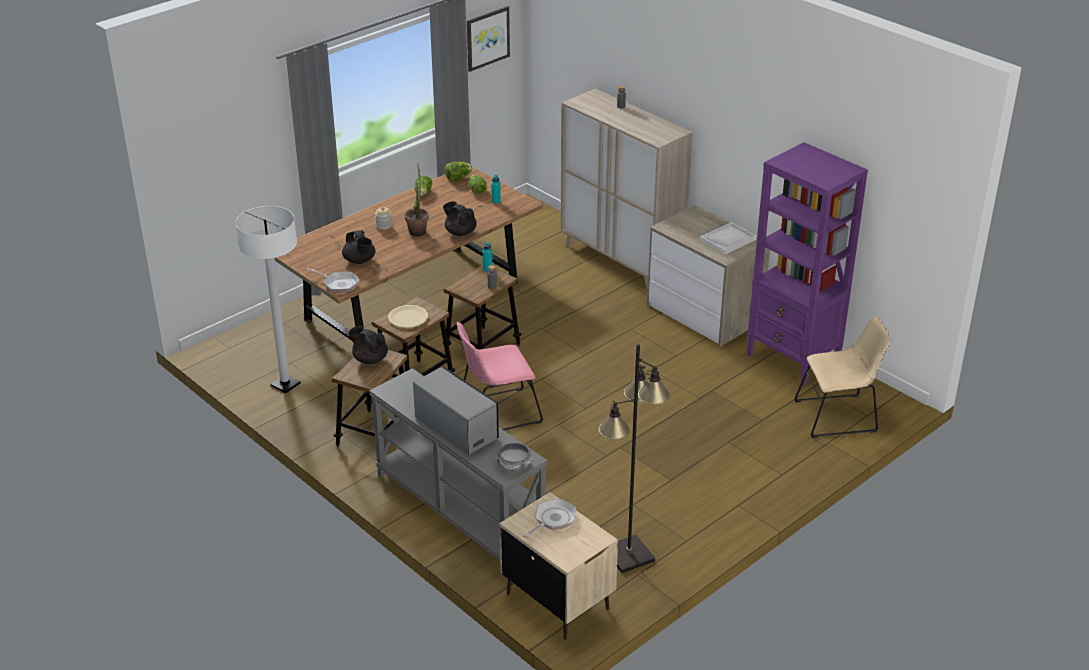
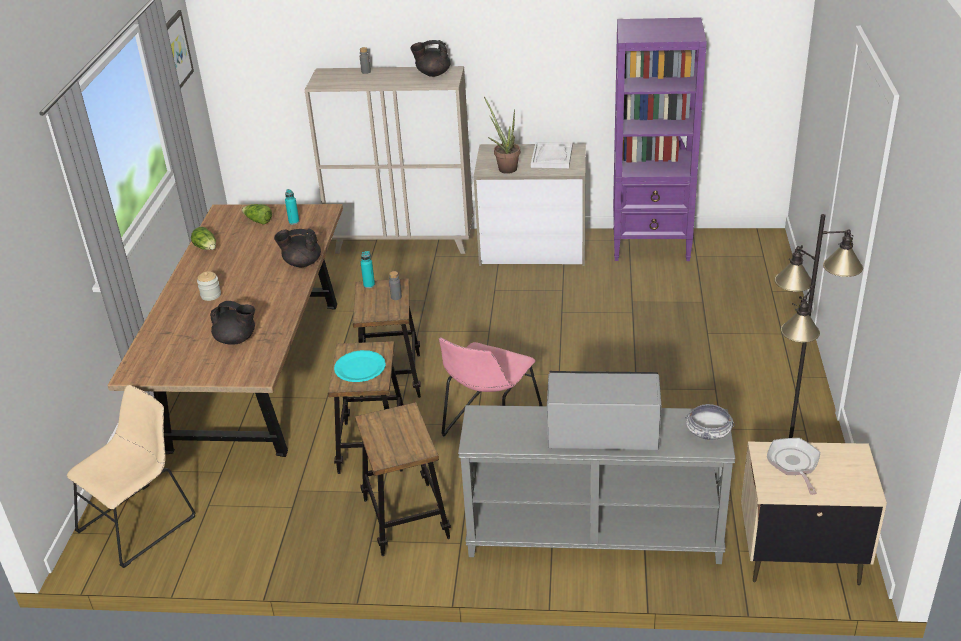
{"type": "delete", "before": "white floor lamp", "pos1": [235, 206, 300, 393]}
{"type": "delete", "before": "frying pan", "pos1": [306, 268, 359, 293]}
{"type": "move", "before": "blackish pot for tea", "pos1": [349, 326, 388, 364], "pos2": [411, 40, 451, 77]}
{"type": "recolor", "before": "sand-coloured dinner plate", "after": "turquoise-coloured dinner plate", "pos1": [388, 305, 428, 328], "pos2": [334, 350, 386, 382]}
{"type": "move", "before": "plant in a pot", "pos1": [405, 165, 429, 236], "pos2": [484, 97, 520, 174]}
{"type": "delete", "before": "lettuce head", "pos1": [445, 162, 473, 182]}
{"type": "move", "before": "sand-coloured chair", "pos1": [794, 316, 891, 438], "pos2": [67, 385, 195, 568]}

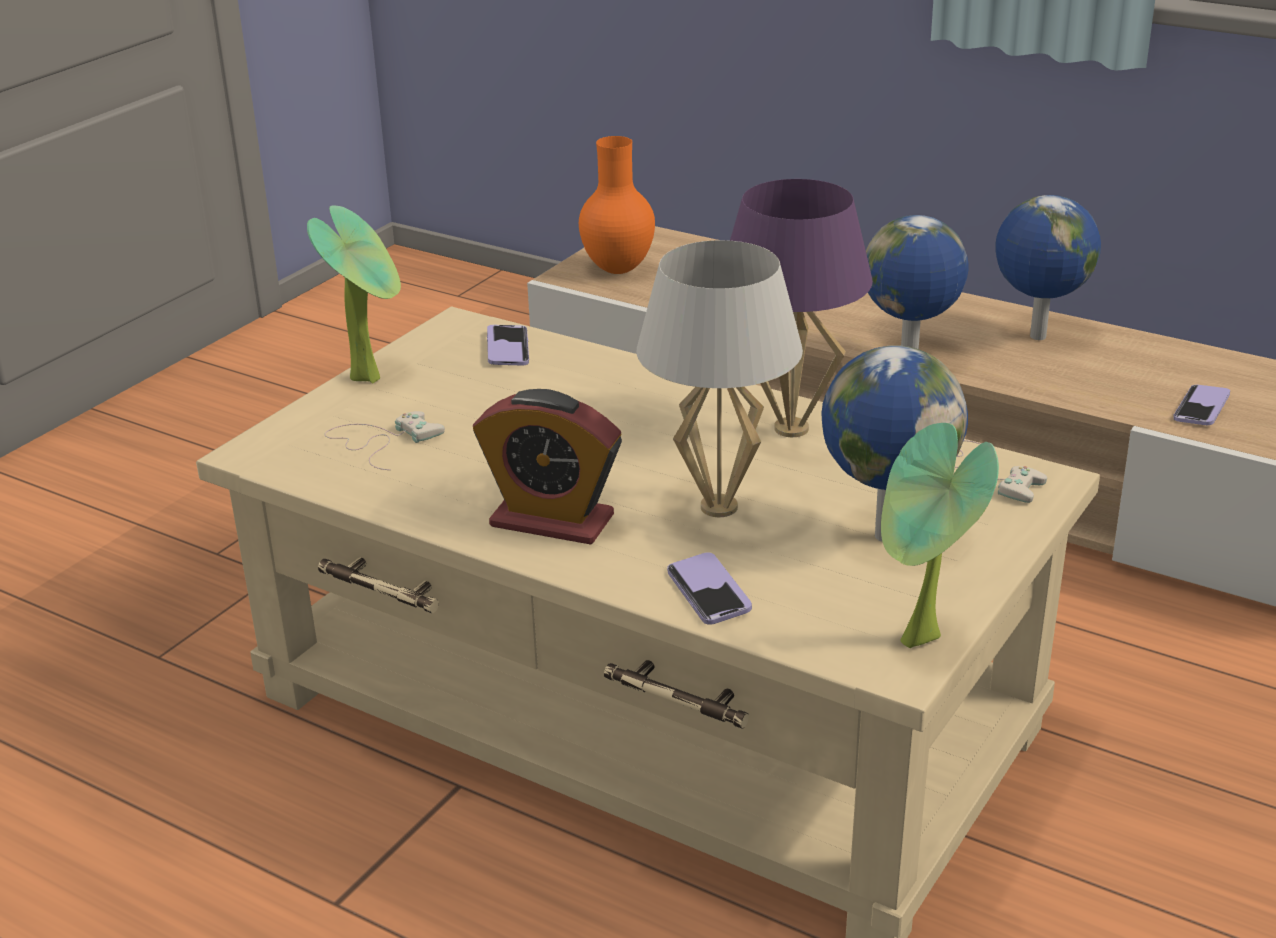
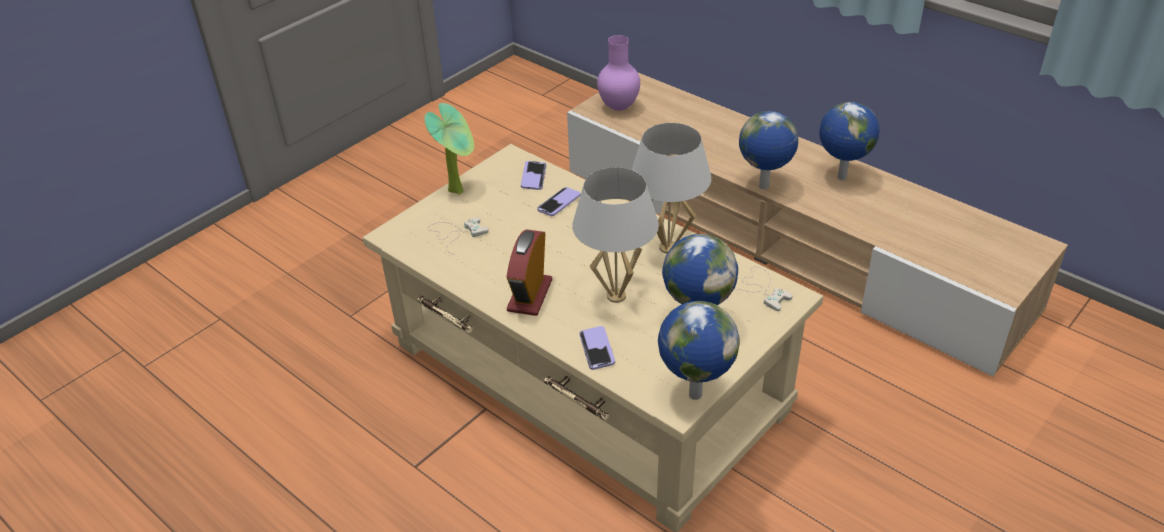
{"type": "rotate", "before": "alarm clock", "pos1": [473, 389, 622, 544], "pos2": [507, 229, 552, 316], "turn": 75}
{"type": "recolor", "before": "orange-coloured vase", "after": "purplish vase", "pos1": [579, 136, 655, 274], "pos2": [597, 35, 640, 111]}
{"type": "recolor", "before": "purplish table lamp", "after": "white table lamp", "pos1": [730, 179, 873, 437], "pos2": [631, 123, 712, 254]}
{"type": "replace", "before": "plant in a pot", "after": "globe", "pos1": [881, 423, 999, 648], "pos2": [658, 301, 740, 400]}
{"type": "move", "before": "phone", "pos1": [1173, 385, 1230, 425], "pos2": [537, 187, 581, 216]}

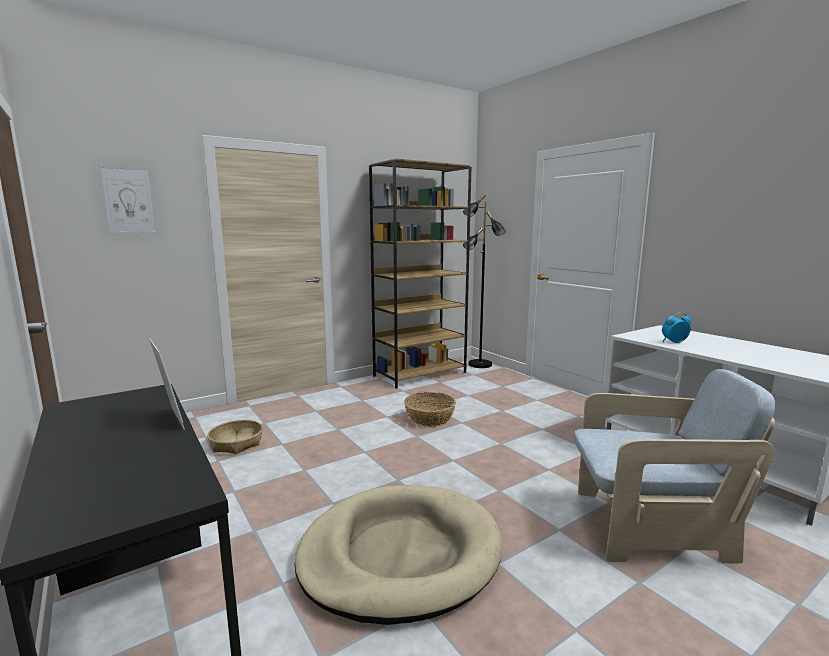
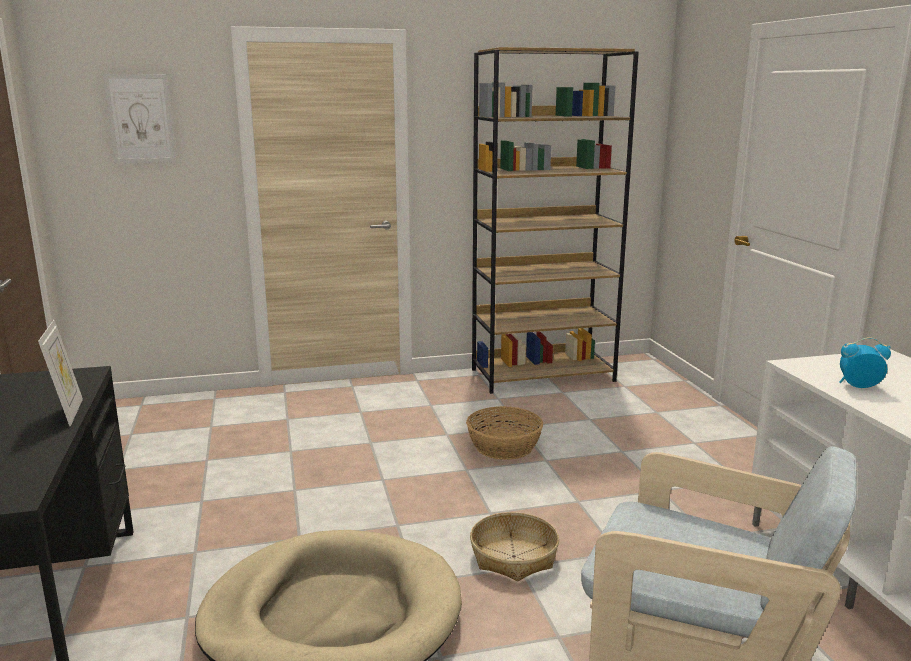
{"type": "move", "before": "basket", "pos1": [207, 420, 263, 454], "pos2": [470, 512, 559, 581]}
{"type": "delete", "before": "blackish floor lamp", "pos1": [463, 194, 506, 368]}

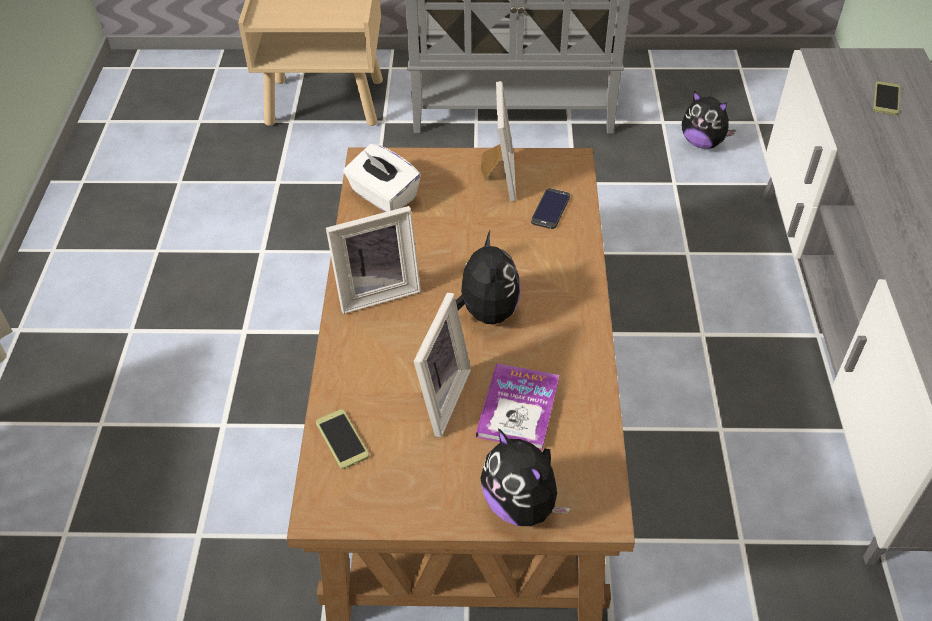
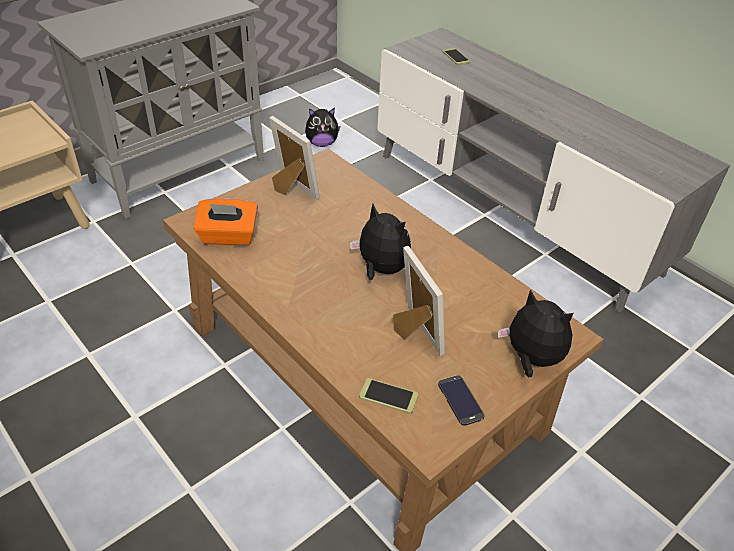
{"type": "delete", "before": "picture frame", "pos1": [326, 206, 421, 314]}
{"type": "recolor", "before": "white tissue box", "after": "orange-coloured tissue box", "pos1": [343, 144, 421, 212], "pos2": [194, 198, 258, 246]}
{"type": "delete", "before": "volume", "pos1": [476, 363, 559, 451]}
{"type": "rotate", "before": "plush toy", "pos1": [481, 428, 570, 526], "pos2": [498, 289, 574, 377], "turn": -150}
{"type": "move", "before": "phone", "pos1": [531, 188, 570, 229], "pos2": [438, 375, 485, 426]}

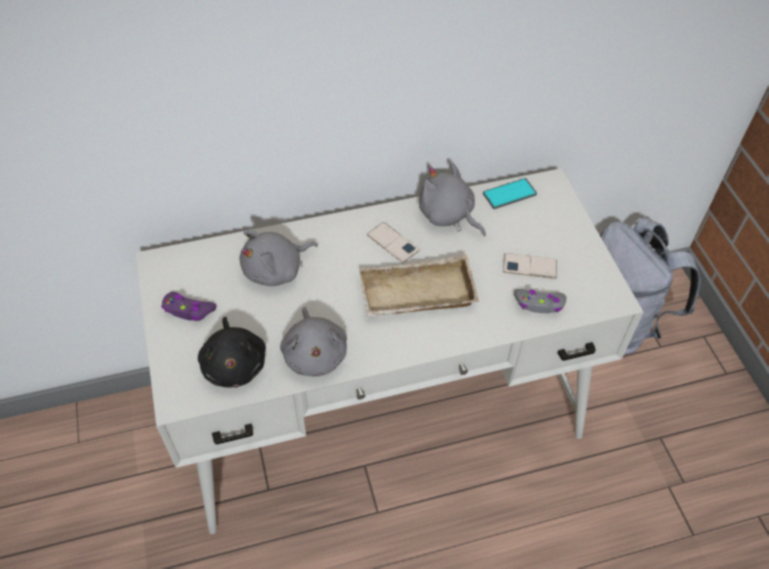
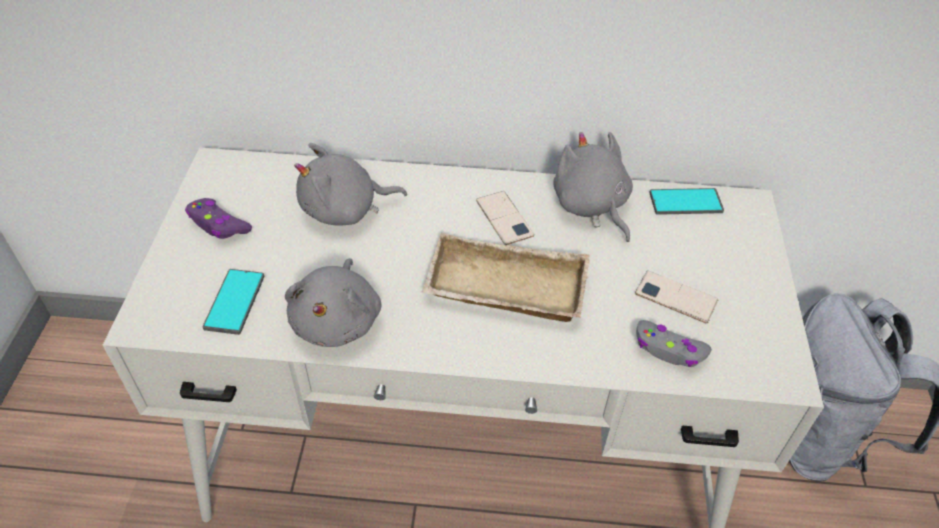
{"type": "replace", "before": "blackish plush toy", "after": "phone", "pos1": [198, 317, 266, 388], "pos2": [202, 269, 265, 335]}

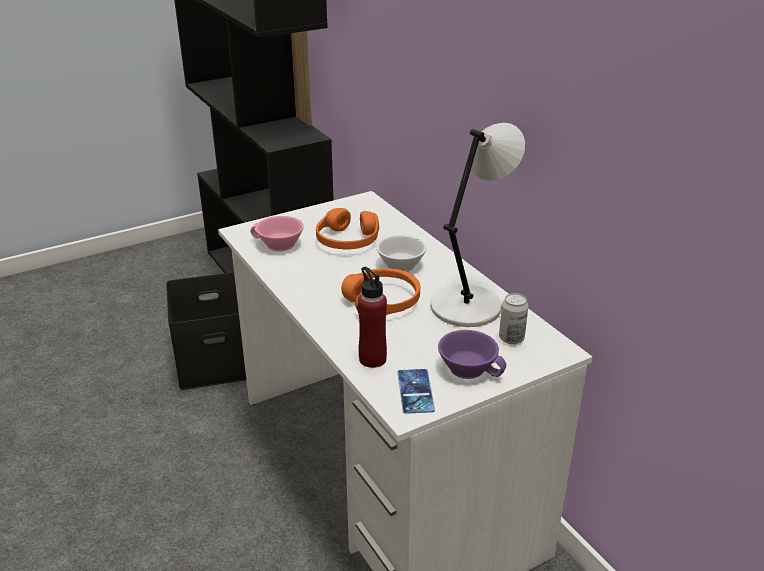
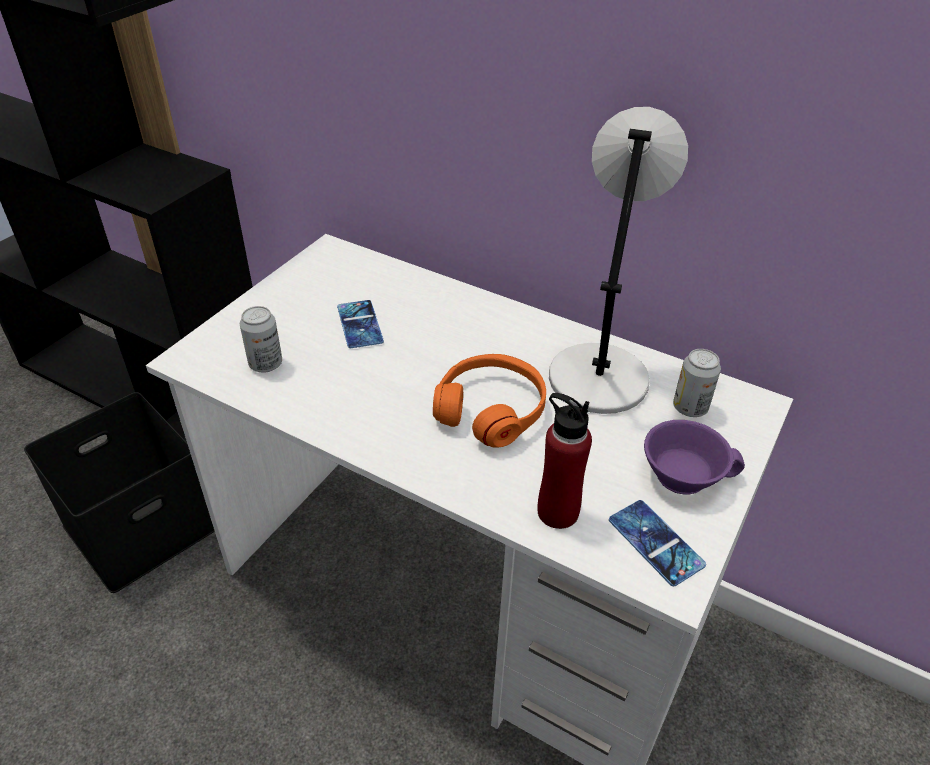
{"type": "replace", "before": "pinkish drinking cup", "after": "sealed can", "pos1": [250, 216, 304, 251], "pos2": [240, 306, 282, 372]}
{"type": "replace", "before": "orange-coloured pair of headphones", "after": "phone", "pos1": [316, 208, 379, 250], "pos2": [337, 300, 384, 348]}
{"type": "delete", "before": "white drinking cup", "pos1": [376, 235, 426, 272]}

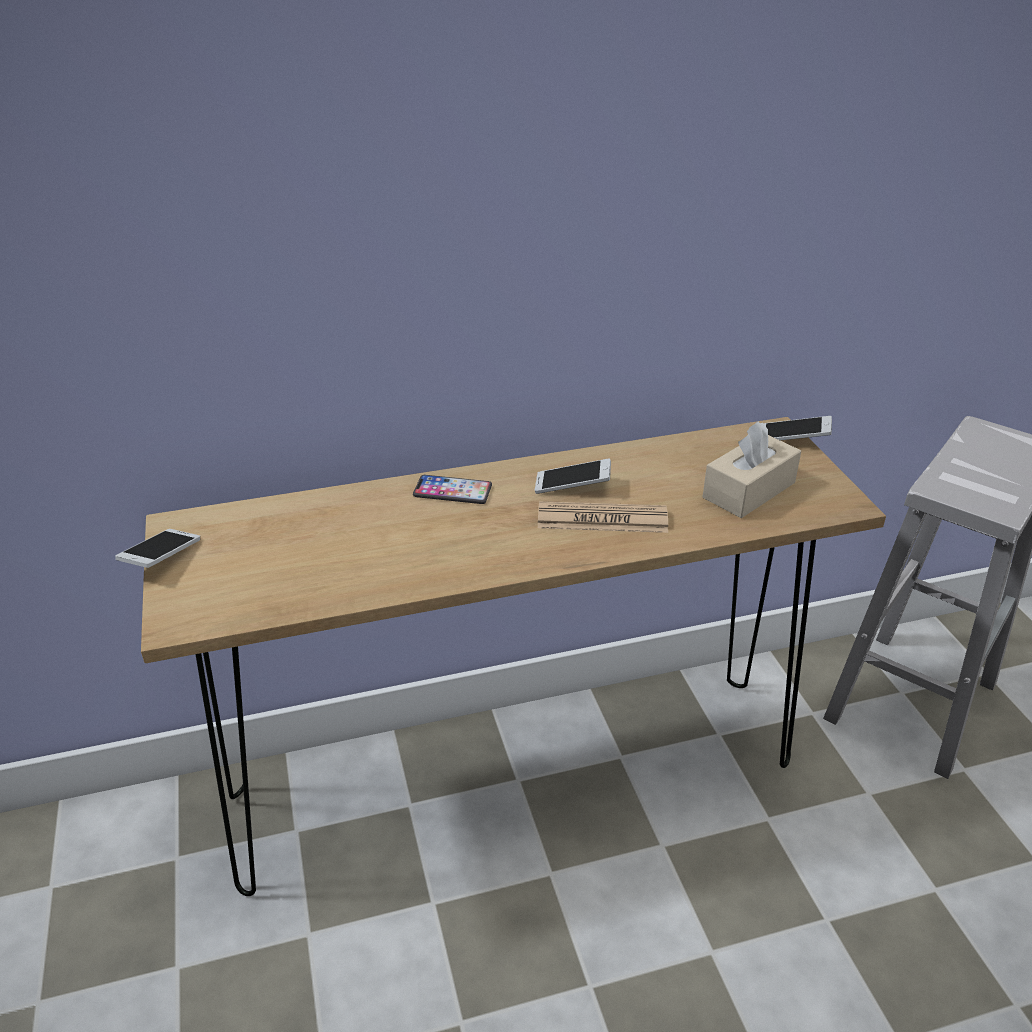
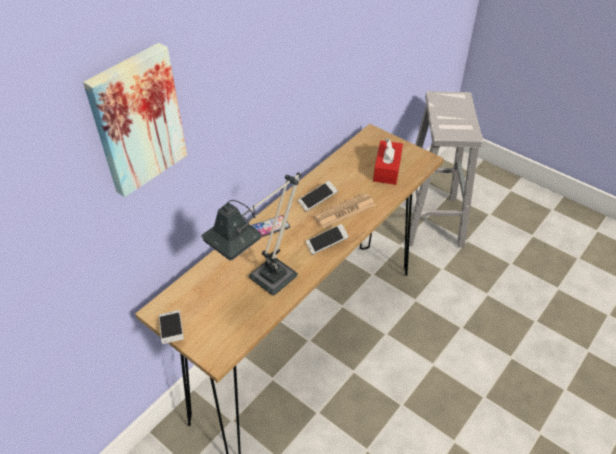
{"type": "recolor", "before": "sand-coloured tissue box", "after": "red tissue box", "pos1": [703, 421, 801, 518], "pos2": [373, 138, 403, 185]}
{"type": "move", "before": "phone", "pos1": [764, 416, 832, 441], "pos2": [306, 224, 349, 255]}
{"type": "insert", "after": "wall art", "pos2": [83, 43, 187, 197]}
{"type": "insert", "after": "table lamp", "pos2": [201, 172, 302, 295]}

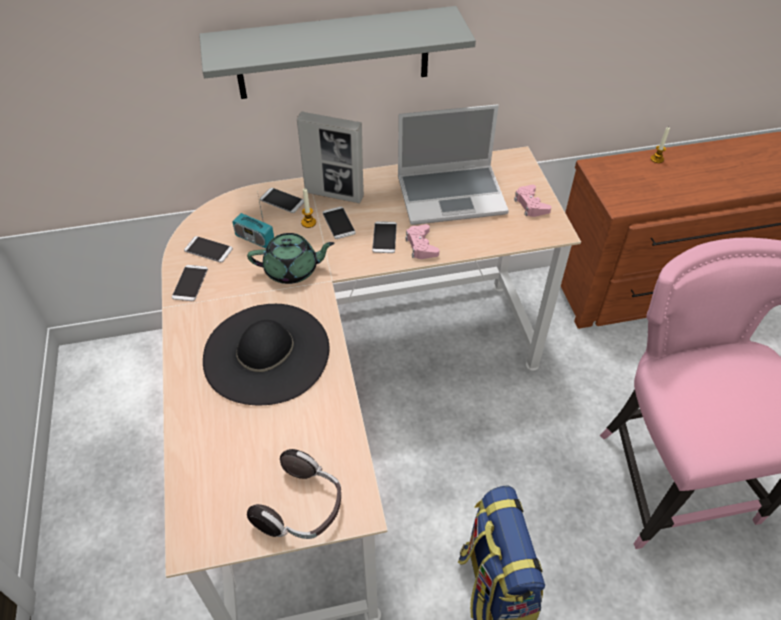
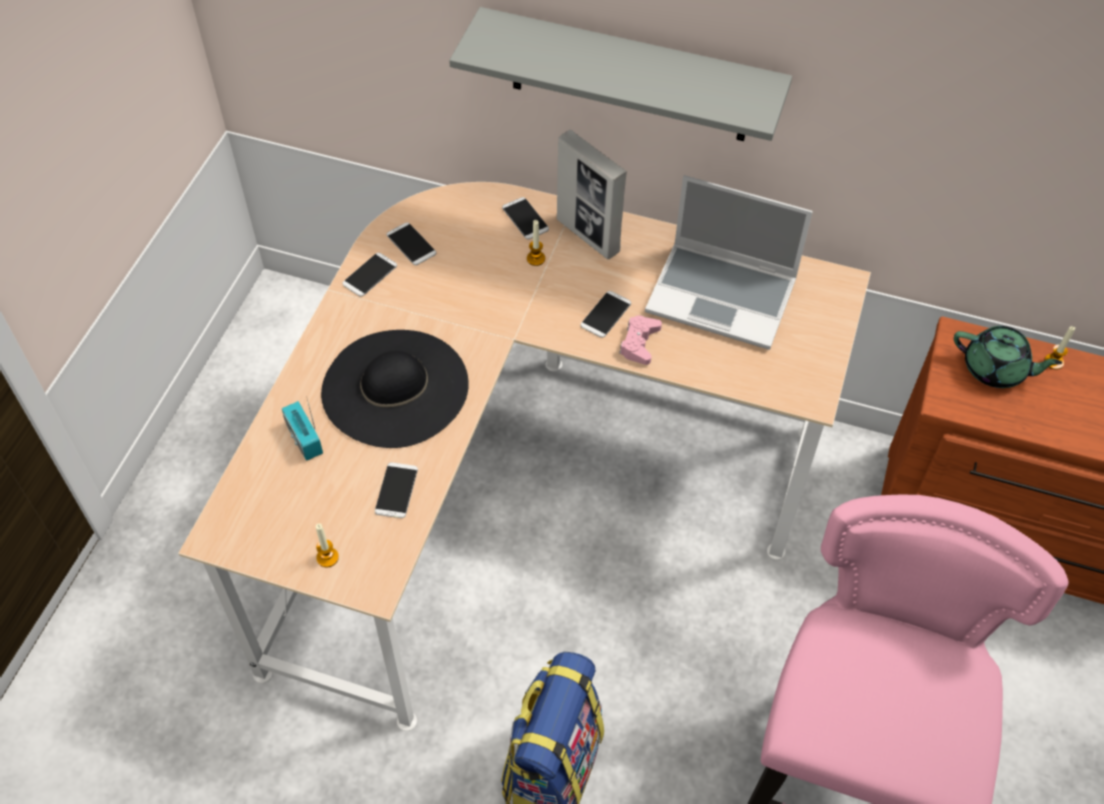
{"type": "move", "before": "radio receiver", "pos1": [232, 196, 274, 249], "pos2": [282, 396, 323, 461]}
{"type": "move", "before": "greenish pot for tea", "pos1": [247, 233, 335, 284], "pos2": [954, 326, 1062, 388]}
{"type": "replace", "before": "pair of headphones", "after": "candle", "pos1": [247, 449, 341, 539], "pos2": [316, 523, 339, 567]}
{"type": "move", "before": "phone", "pos1": [323, 207, 356, 239], "pos2": [375, 462, 418, 518]}
{"type": "delete", "before": "pinkish gamepad", "pos1": [514, 185, 551, 217]}

